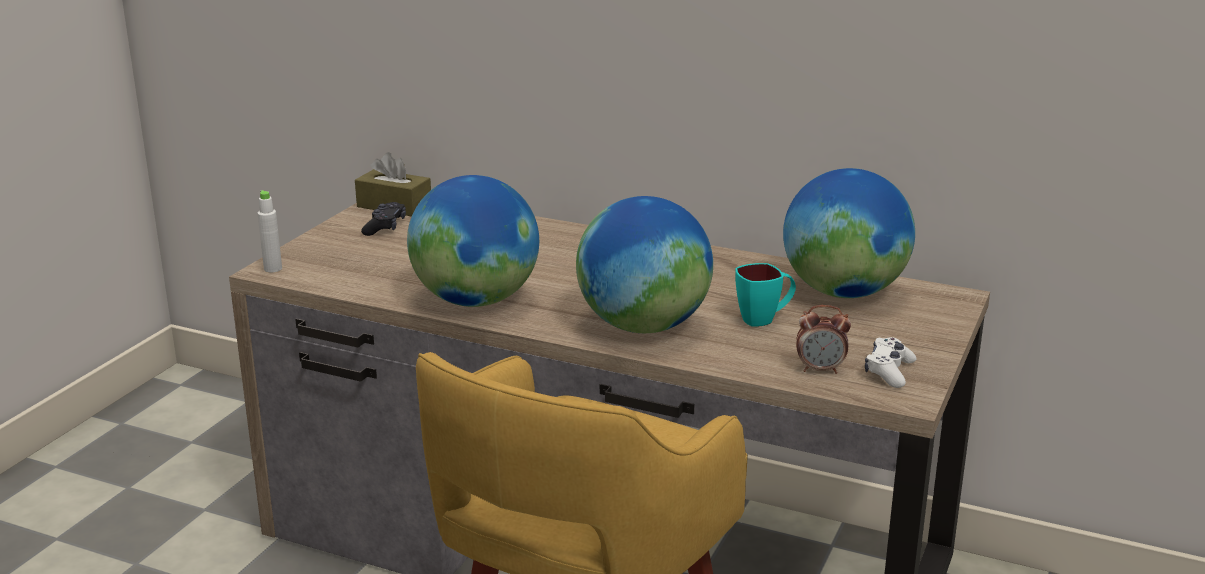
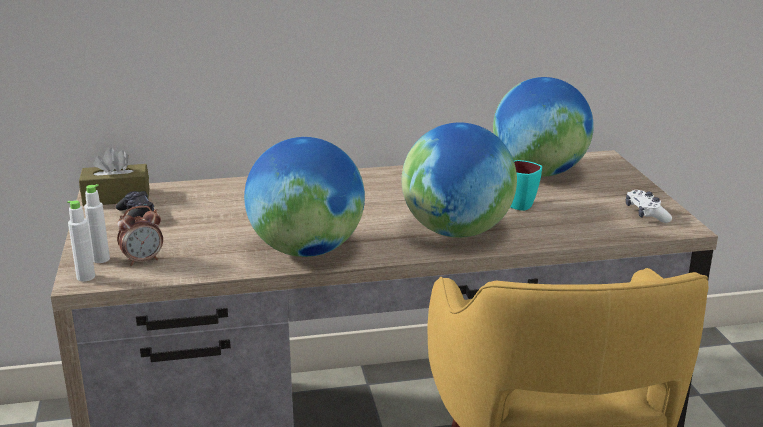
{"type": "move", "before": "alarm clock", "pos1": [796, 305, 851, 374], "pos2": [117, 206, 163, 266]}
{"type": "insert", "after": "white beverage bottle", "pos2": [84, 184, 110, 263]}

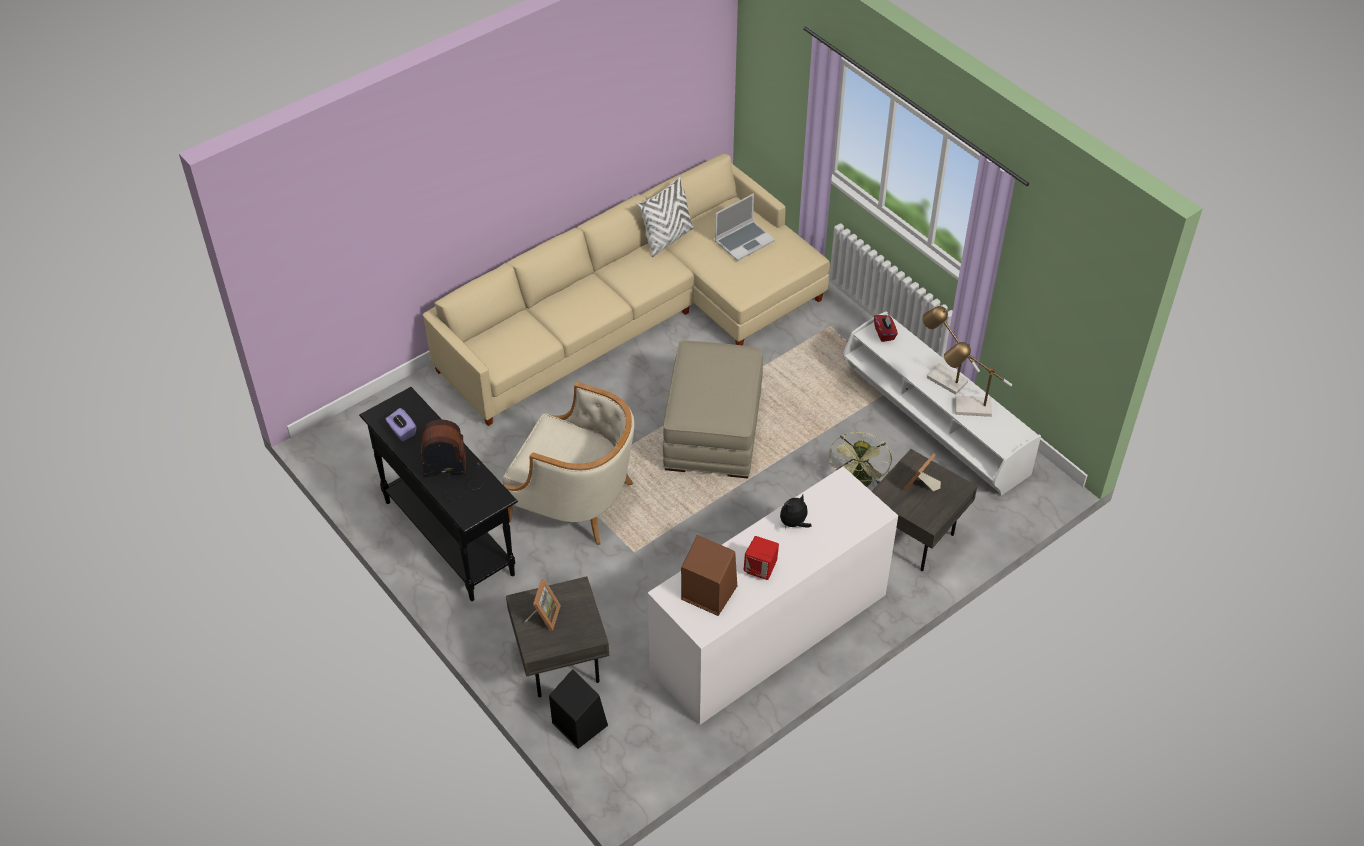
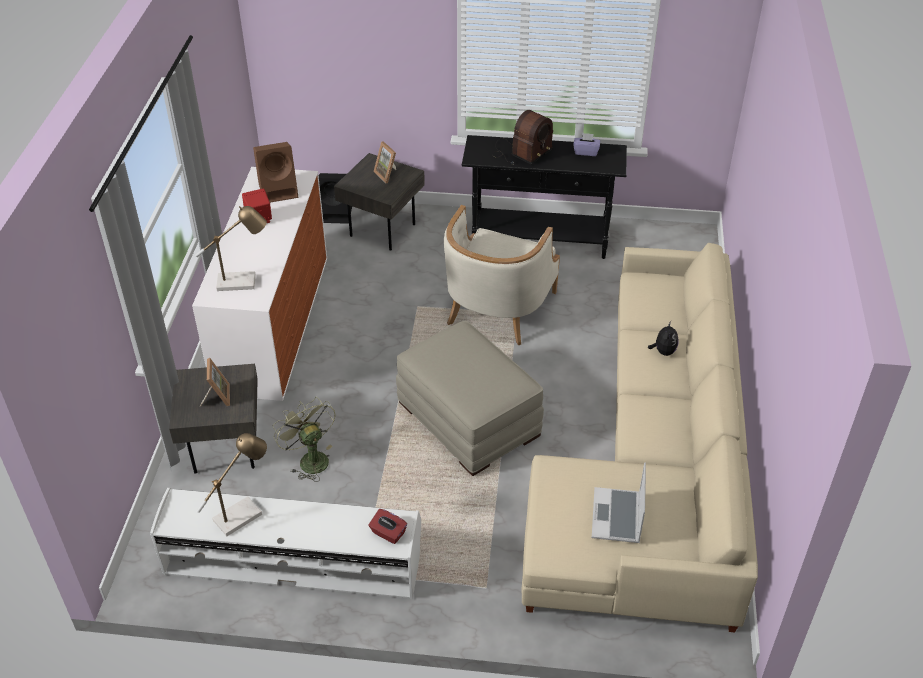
{"type": "rotate", "before": "sand-coloured lounge chair", "pos1": [503, 381, 634, 545], "pos2": [444, 205, 560, 345], "turn": -45}
{"type": "delete", "before": "white throw pillow", "pos1": [638, 177, 694, 257]}
{"type": "move", "before": "plush toy", "pos1": [780, 495, 812, 528], "pos2": [648, 321, 678, 356]}
{"type": "move", "before": "table lamp", "pos1": [922, 306, 980, 395], "pos2": [195, 206, 267, 291]}

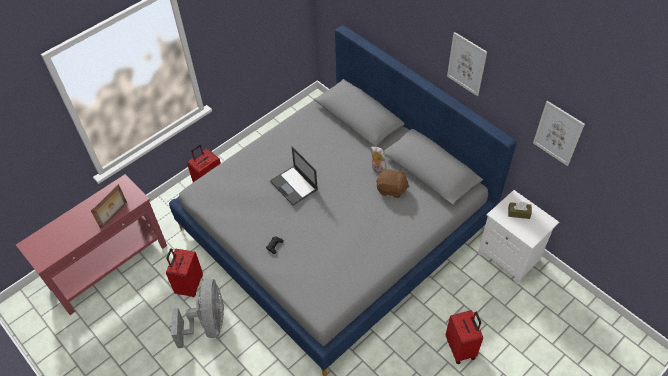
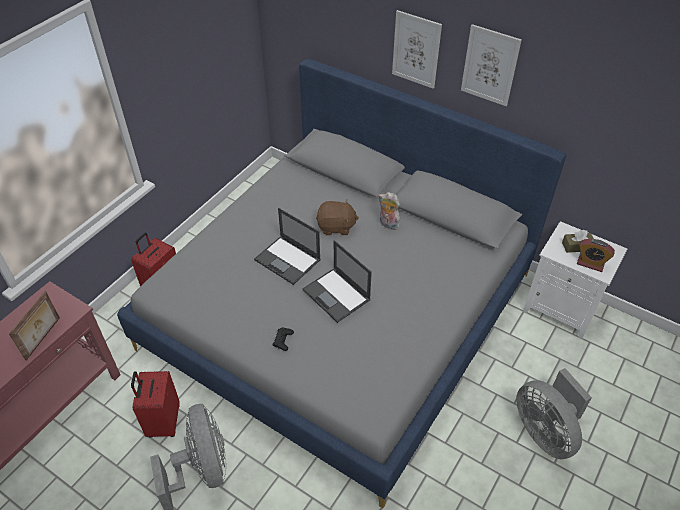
{"type": "move", "before": "brown-coloured plush toy", "pos1": [376, 169, 410, 198], "pos2": [316, 199, 359, 235]}
{"type": "replace", "before": "red piece of luggage", "after": "greyish electric fan", "pos1": [446, 310, 483, 364], "pos2": [516, 368, 592, 459]}
{"type": "move", "before": "wall art", "pos1": [533, 101, 585, 166], "pos2": [392, 10, 442, 89]}
{"type": "insert", "after": "portable computer", "pos2": [302, 240, 372, 323]}
{"type": "insert", "after": "alarm clock", "pos2": [577, 239, 615, 272]}

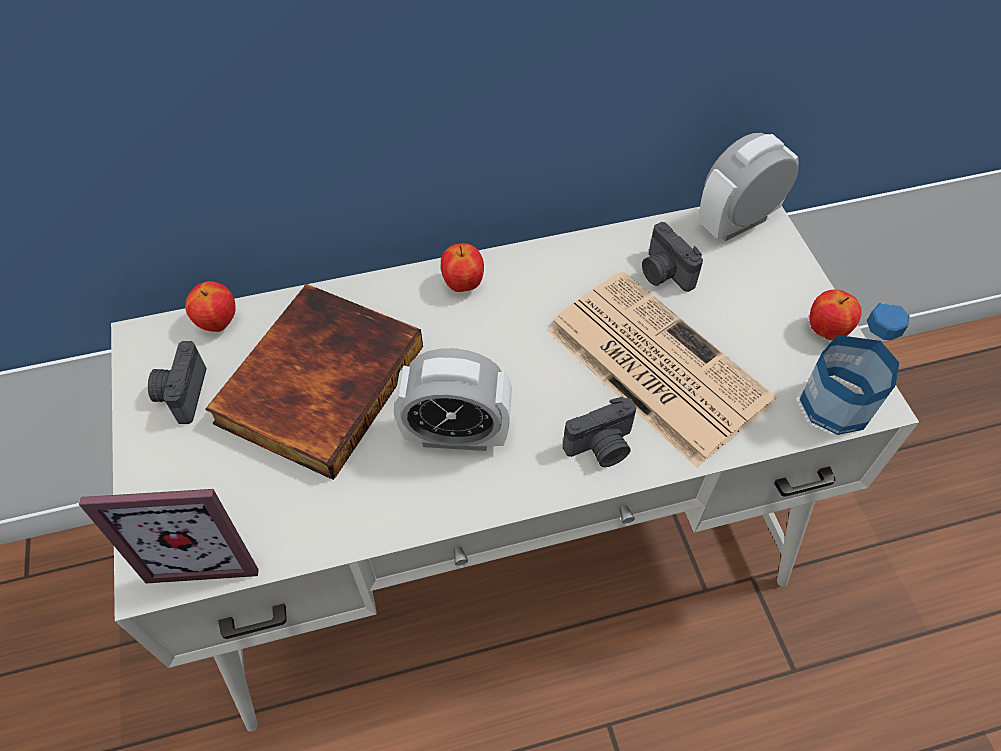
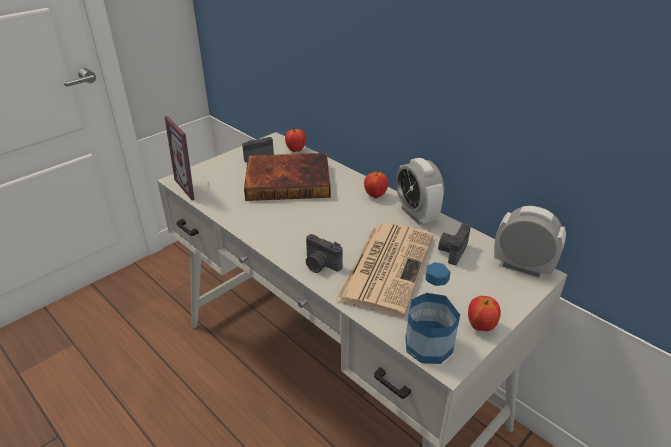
{"type": "move", "before": "alarm clock", "pos1": [394, 348, 512, 451], "pos2": [396, 158, 444, 225]}

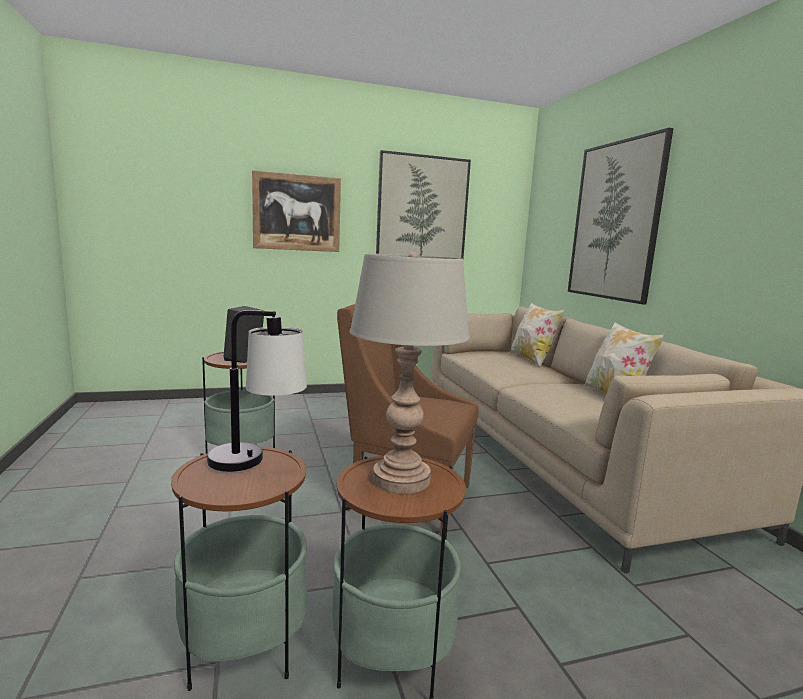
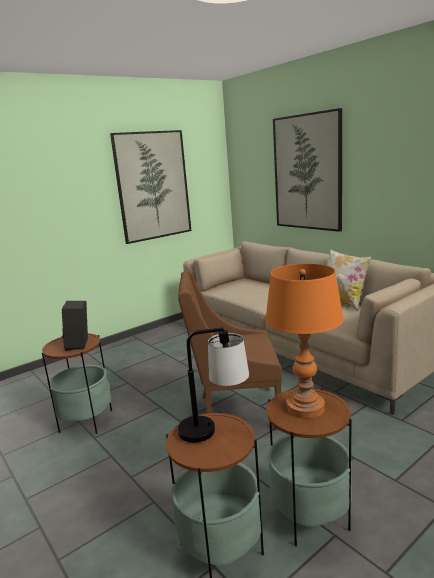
{"type": "delete", "before": "wall art", "pos1": [252, 170, 341, 252]}
{"type": "recolor", "before": "greyish table lamp", "after": "orange-coloured table lamp", "pos1": [350, 252, 470, 494], "pos2": [265, 264, 344, 418]}
{"type": "delete", "before": "throw pillow", "pos1": [509, 303, 565, 368]}

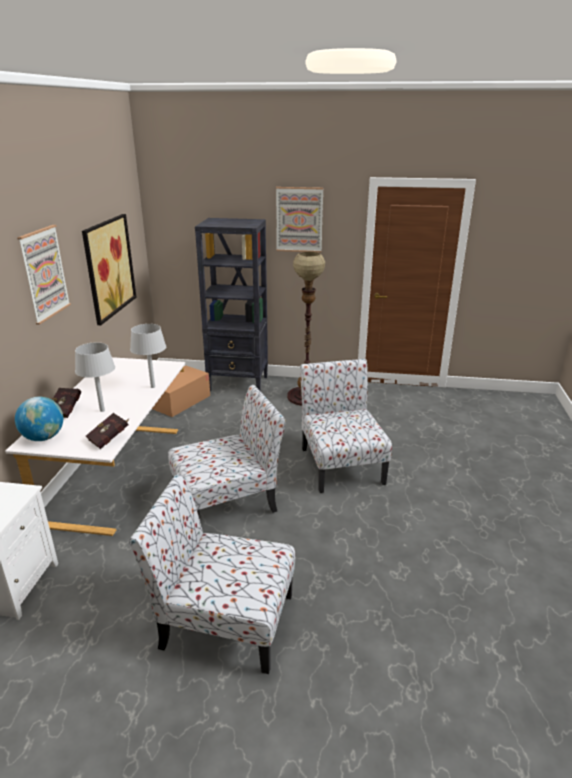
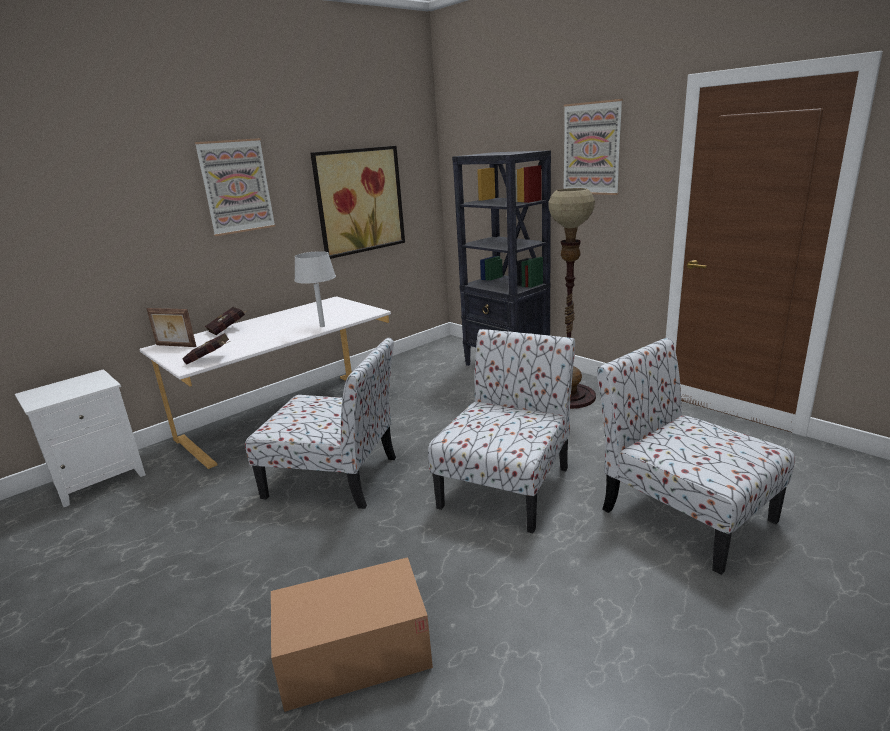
{"type": "replace", "before": "globe", "after": "picture frame", "pos1": [15, 397, 63, 441], "pos2": [146, 308, 197, 347]}
{"type": "delete", "before": "greyish table lamp", "pos1": [75, 342, 115, 412]}
{"type": "move", "before": "chair", "pos1": [129, 474, 295, 674], "pos2": [597, 337, 795, 575]}
{"type": "move", "before": "cardboard box", "pos1": [152, 366, 210, 417], "pos2": [271, 557, 433, 712]}

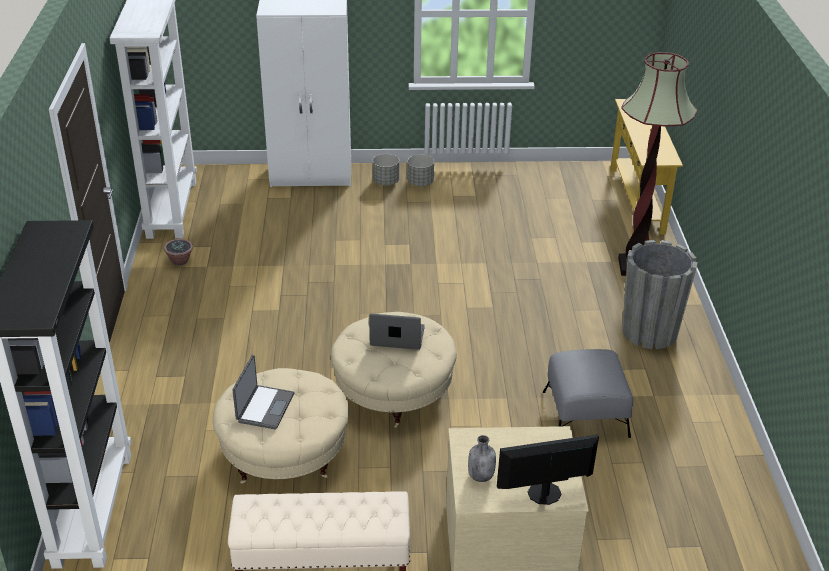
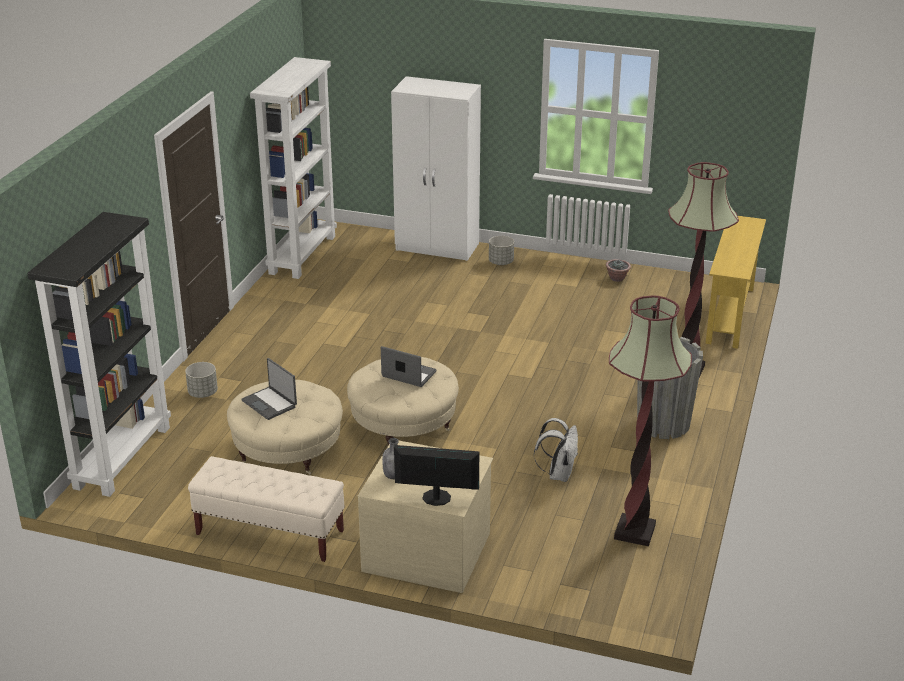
{"type": "move", "before": "plant in a pot", "pos1": [164, 239, 193, 266], "pos2": [606, 259, 631, 282]}
{"type": "rotate", "before": "portable computer", "pos1": [233, 355, 294, 429], "pos2": [241, 358, 297, 420], "turn": 105}
{"type": "move", "before": "greyish plant pot", "pos1": [407, 154, 434, 186], "pos2": [185, 362, 218, 398]}
{"type": "replace", "before": "greyish footrest", "after": "white backpack", "pos1": [543, 349, 633, 438], "pos2": [534, 418, 578, 482]}
{"type": "insert", "after": "floor lamp", "pos2": [609, 295, 692, 546]}

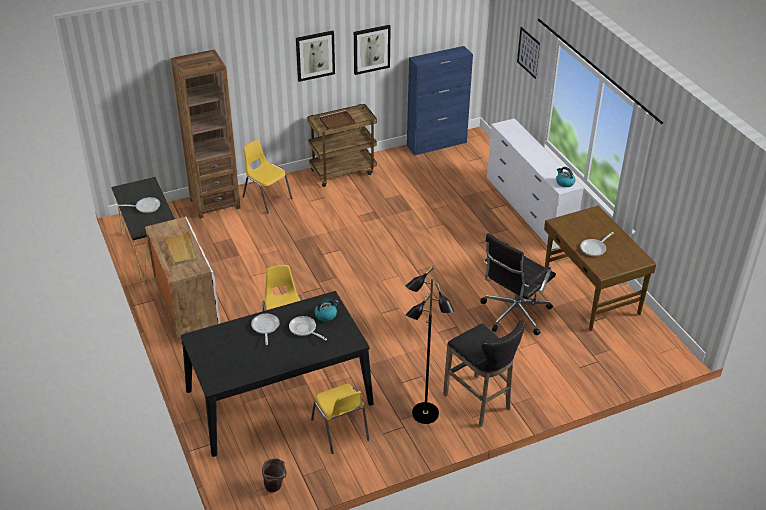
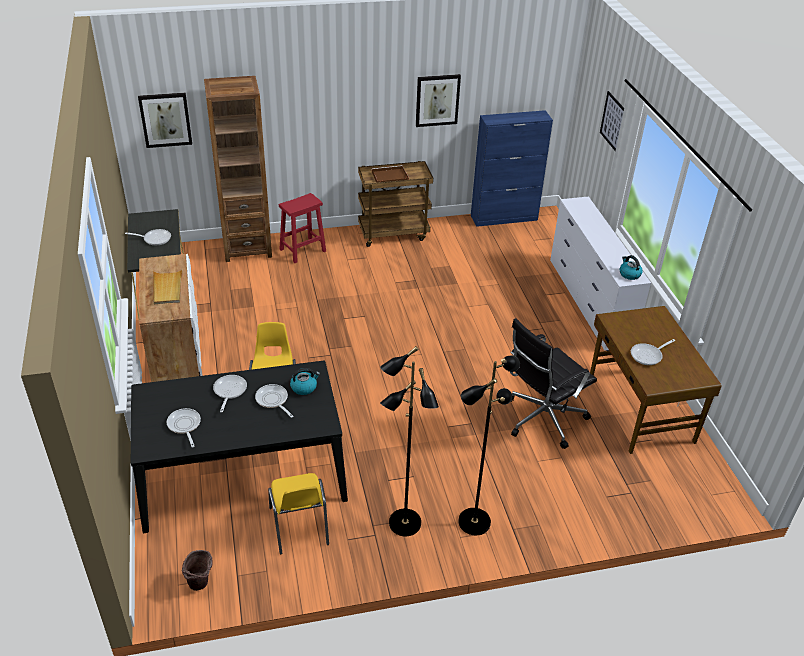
{"type": "replace", "before": "yellowish chair", "after": "red stool seat", "pos1": [243, 140, 292, 214], "pos2": [279, 193, 326, 263]}
{"type": "move", "before": "wall art", "pos1": [296, 31, 335, 82], "pos2": [138, 93, 192, 148]}
{"type": "replace", "before": "blackish stool seat", "after": "blackish floor lamp", "pos1": [443, 320, 525, 427], "pos2": [458, 355, 520, 535]}
{"type": "insert", "after": "frying pan", "pos2": [167, 408, 201, 448]}

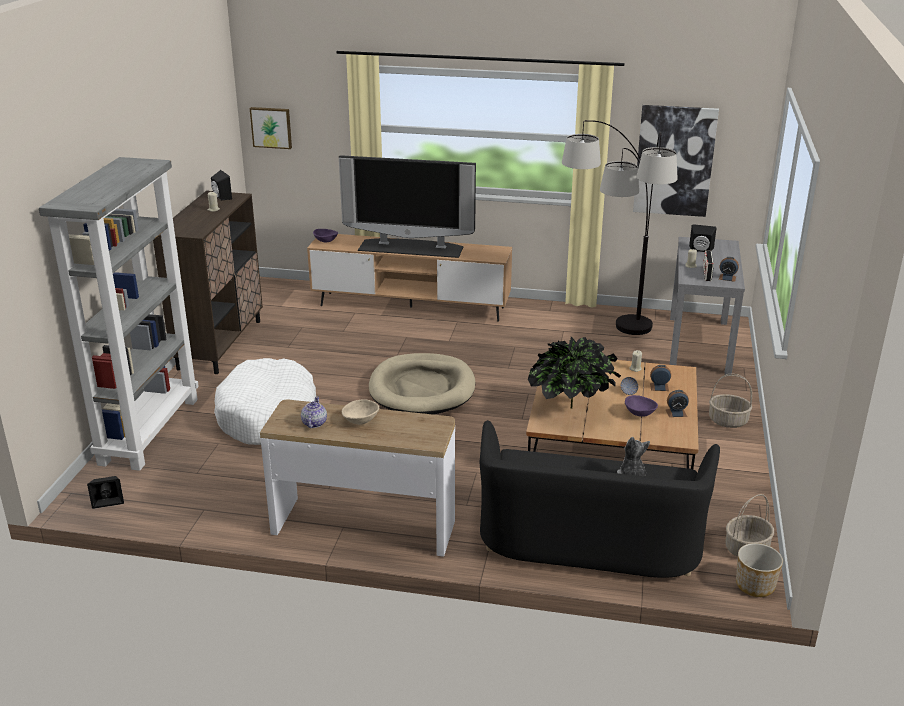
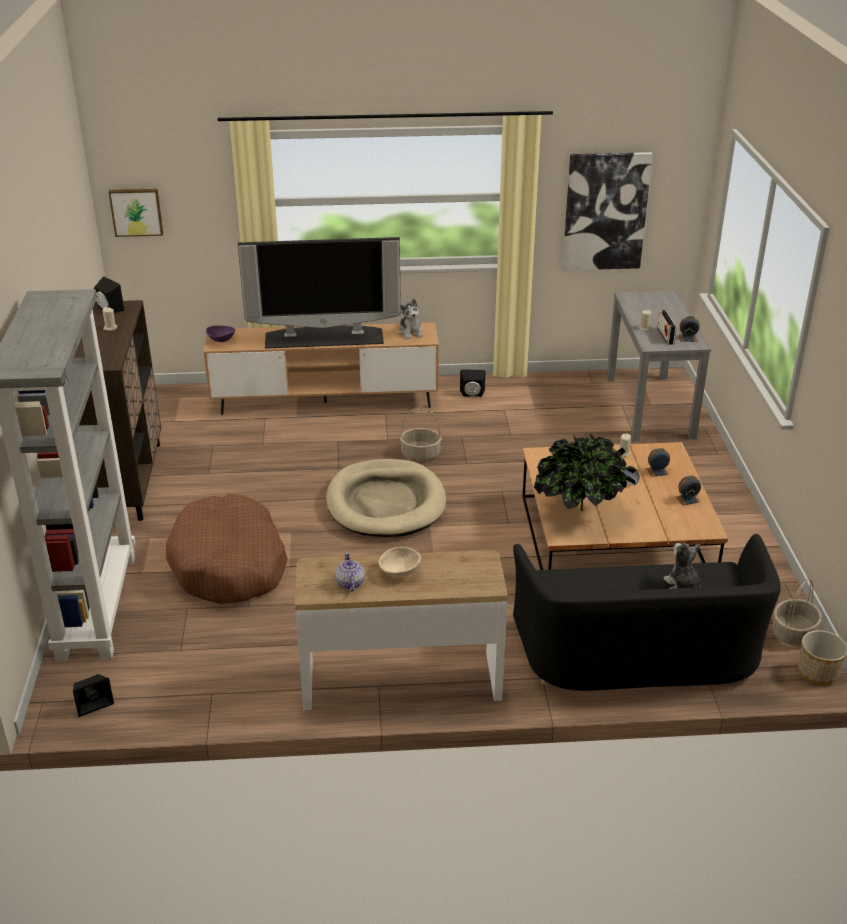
{"type": "recolor", "before": "white dog cushion", "after": "brown-coloured dog cushion", "pos1": [214, 358, 316, 445], "pos2": [166, 494, 288, 604]}
{"type": "delete", "before": "floor lamp", "pos1": [562, 120, 678, 335]}
{"type": "delete", "before": "purplish serving bowl", "pos1": [625, 395, 658, 417]}
{"type": "move", "before": "blackish loudspeaker", "pos1": [689, 224, 717, 252], "pos2": [460, 370, 485, 397]}
{"type": "move", "before": "basket", "pos1": [709, 374, 752, 428], "pos2": [400, 408, 442, 462]}
{"type": "insert", "after": "plush toy", "pos2": [398, 299, 423, 339]}

